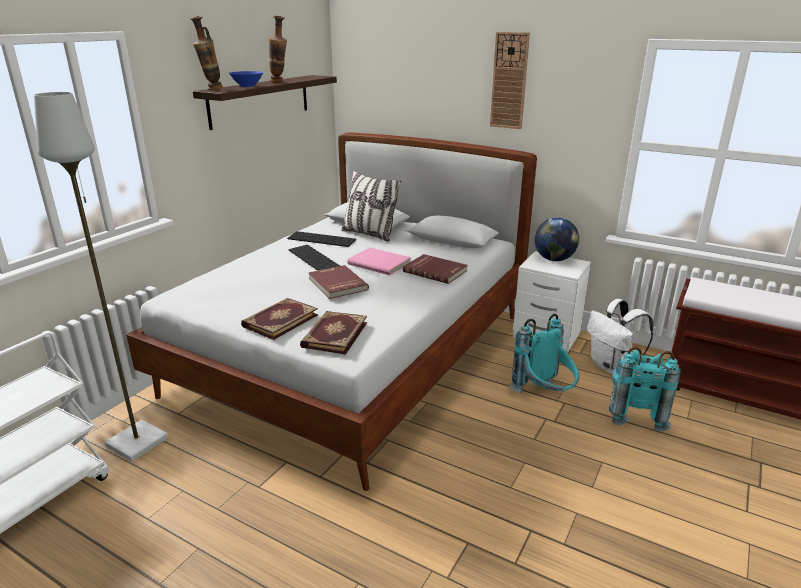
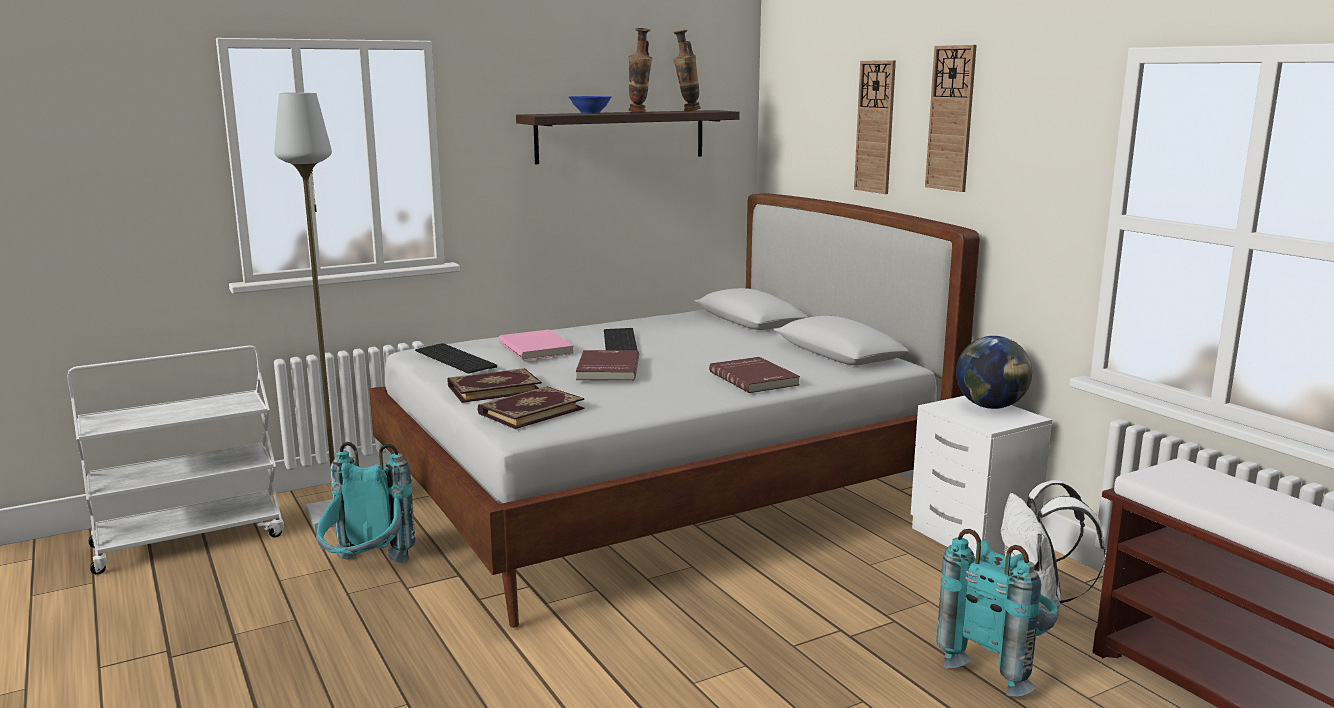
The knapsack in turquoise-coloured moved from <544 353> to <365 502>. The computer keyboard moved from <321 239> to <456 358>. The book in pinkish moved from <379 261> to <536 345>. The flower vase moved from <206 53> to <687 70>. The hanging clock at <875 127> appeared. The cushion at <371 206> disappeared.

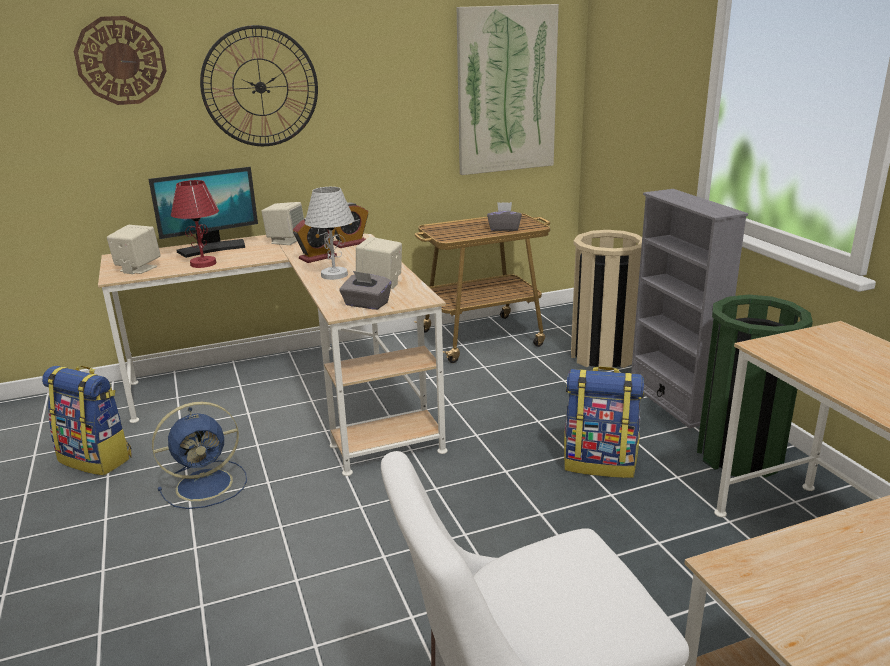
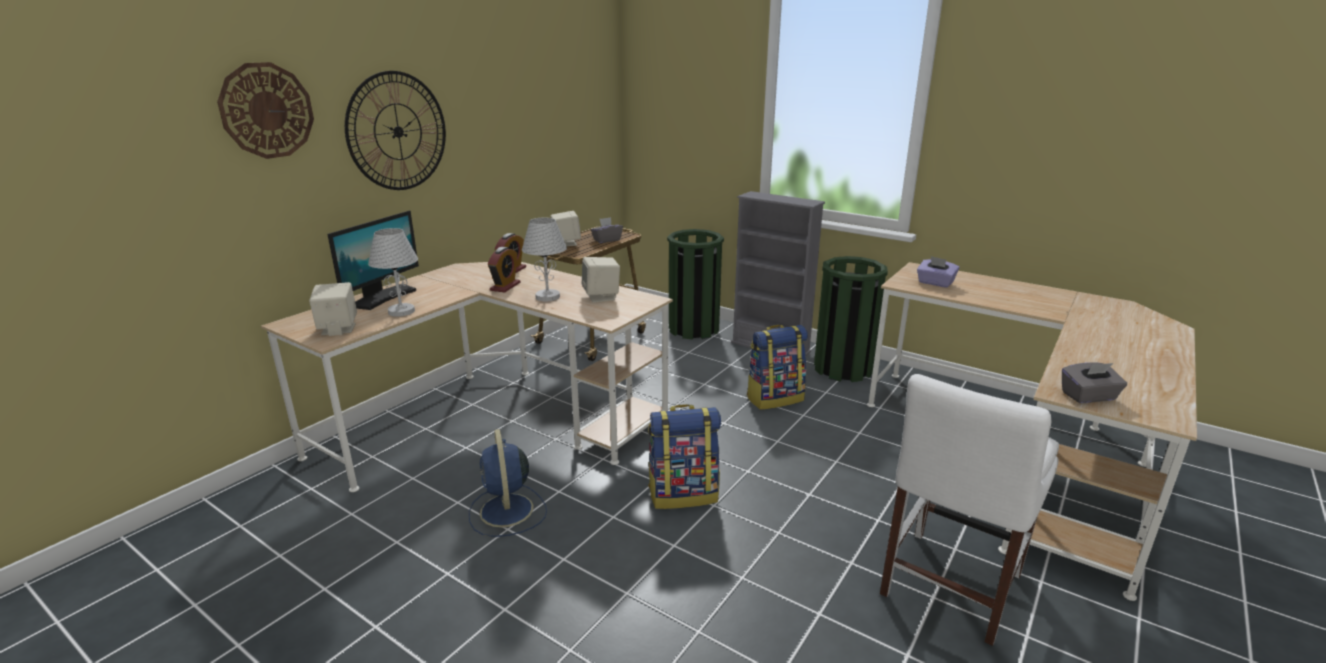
The tabletop lamp in reddish at <195 224> became the tabletop lamp in white at <393 272>. The cooling fan in blue at <199 455> turned 135 degrees clockwise. The loudspeaker in sand-coloured moved from <282 223> to <565 228>. The knapsack moved from <87 420> to <684 456>. The rubbish bin in sand-coloured at <606 300> became the rubbish bin in green-coloured at <695 284>. The tissue holder in purple at <938 272> appeared. The tissue holder in gray moved from <365 290> to <1094 382>. The picture at <508 89> disappeared.

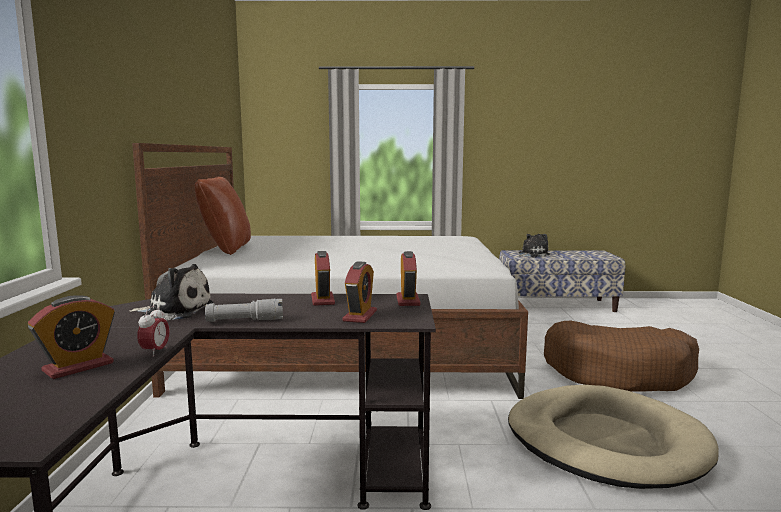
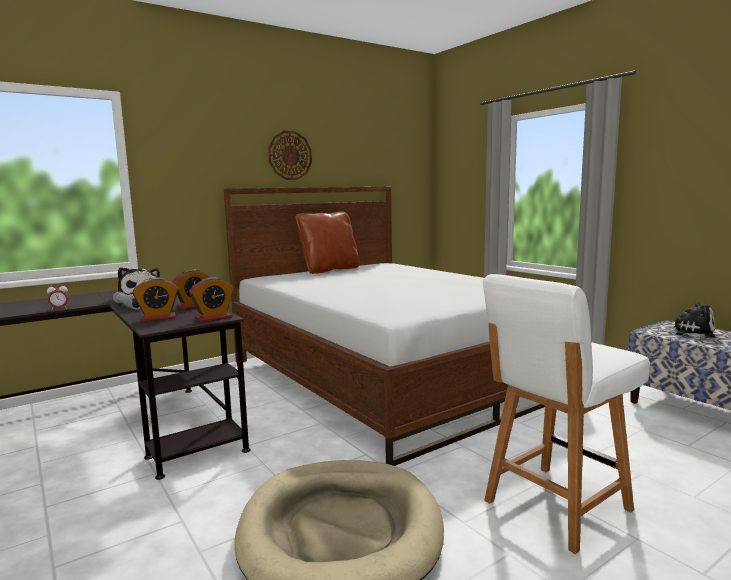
The hanging clock at <290 155> appeared. The dog cushion in brown at <621 356> was replaced by the upright chair in white at <566 414>. The bedside clock at <71 337> disappeared.

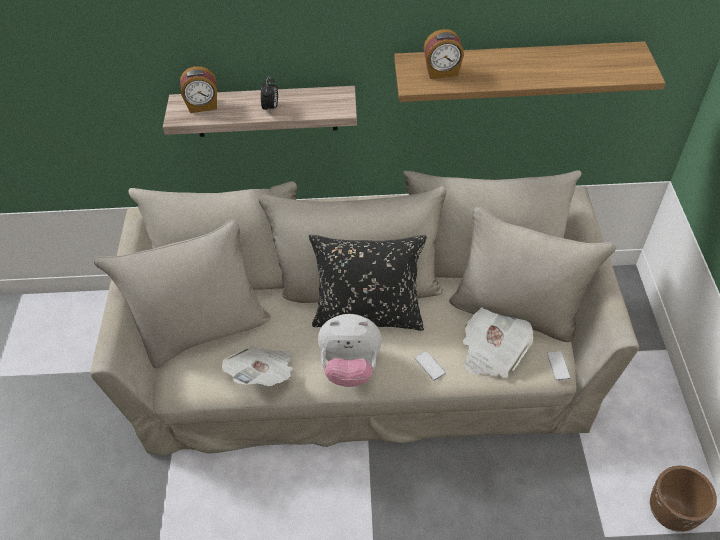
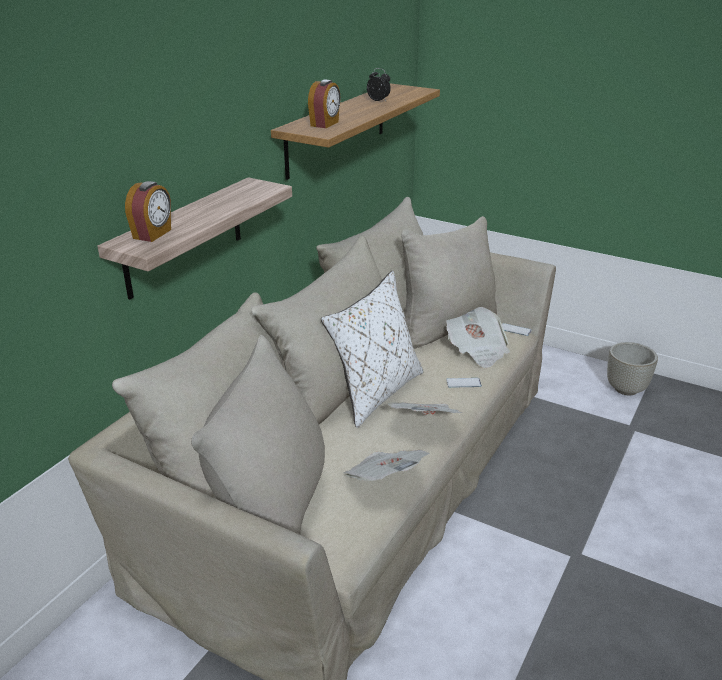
The cushion in blackish at <368 283> became the cushion in white at <372 349>. The bedside clock moved from <269 93> to <379 84>. The soft toy at <350 350> was replaced by the printed paper at <424 408>. The planter in brown at <683 499> became the planter in gray at <632 368>.

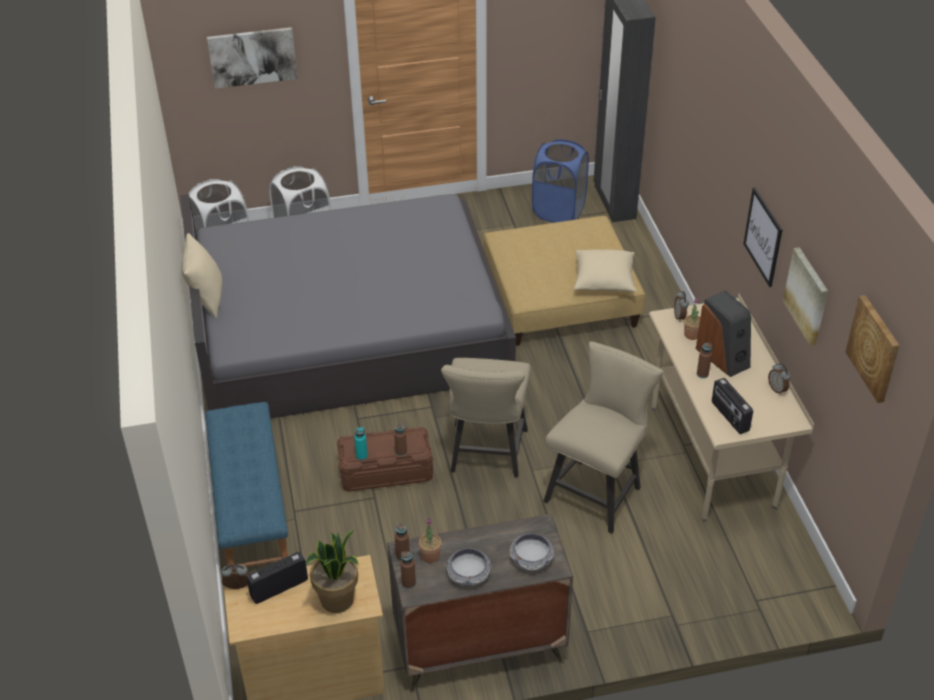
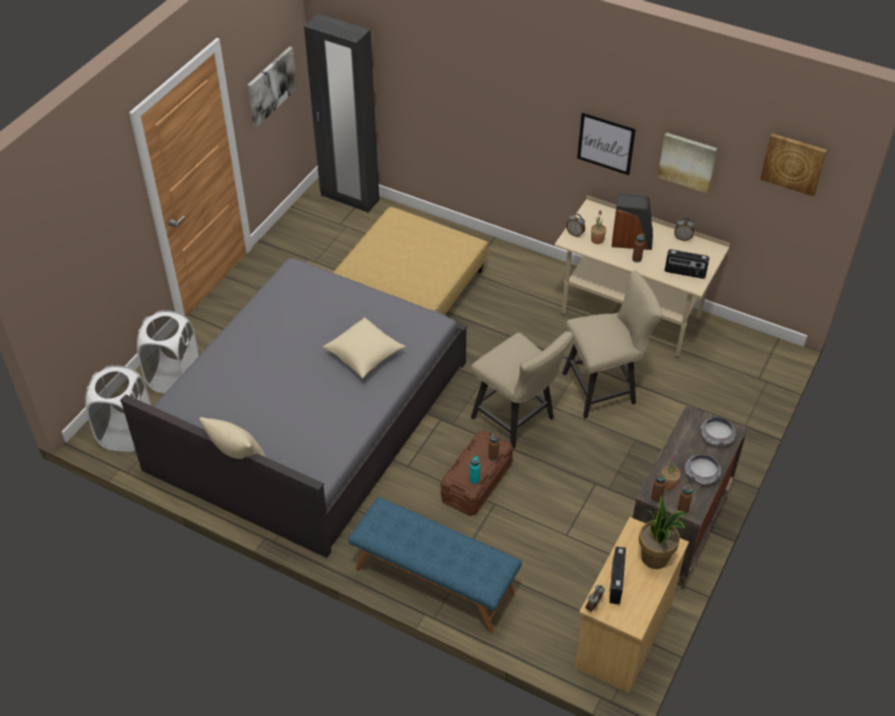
The picture moved from <252 58> to <272 86>. The cushion in sand-coloured moved from <605 270> to <364 348>. The upright chair in sand-coloured at <603 437> turned 90 degrees clockwise. The washing basket in blue at <560 181> disappeared.

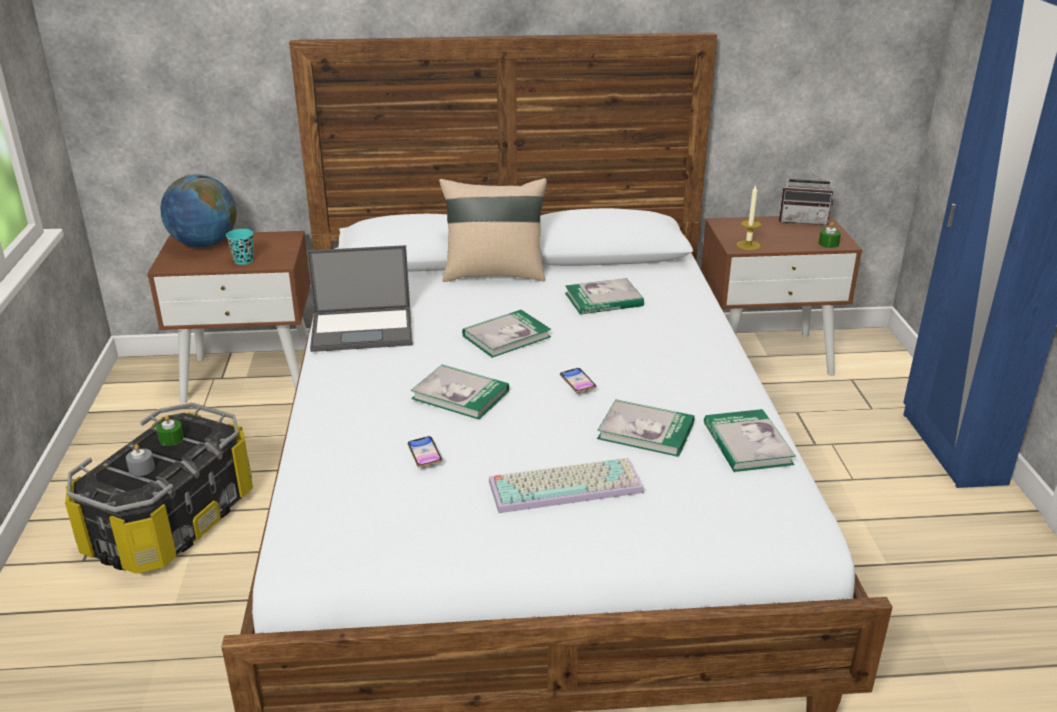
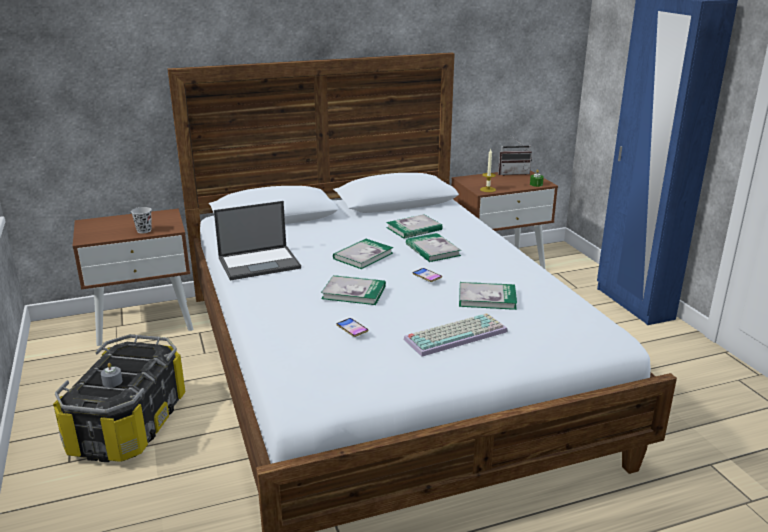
The cup in turquoise-coloured at <240 247> became the cup in blackish at <141 220>. The book moved from <750 440> to <433 247>. The wax light in green-coloured at <170 430> disappeared. The world globe at <198 211> disappeared. The cushion in sand-coloured at <493 230> disappeared.

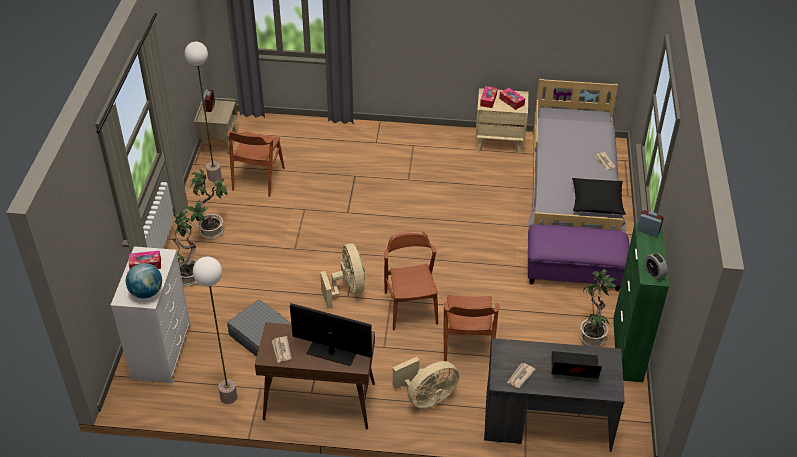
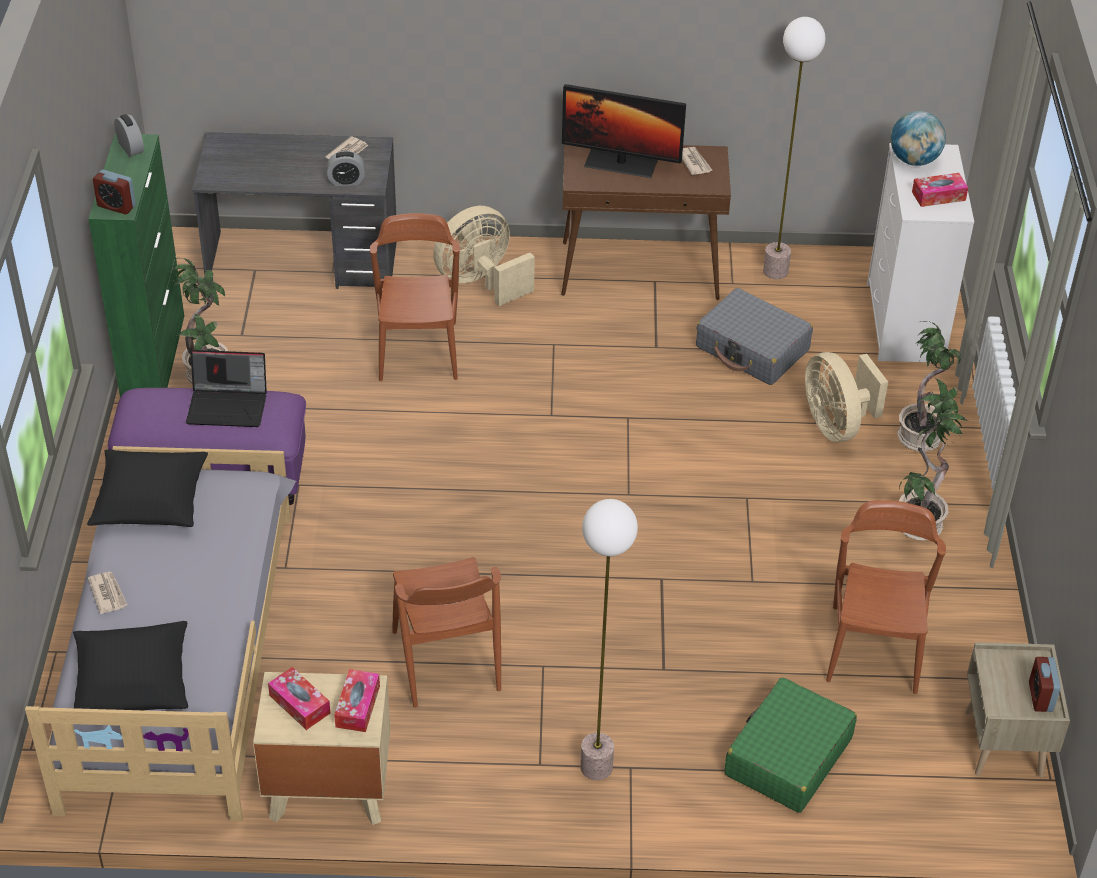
The cushion in blackish at <130 665> appeared. The portable computer moved from <577 364> to <226 388>. The bedside clock at <346 168> appeared. The upright chair in brown moved from <411 280> to <446 632>. The floor lamp moved from <203 112> to <609 639>. The piece of luggage in green-coloured at <791 745> appeared. The cooling fan in sand-coloured moved from <343 275> to <846 397>.

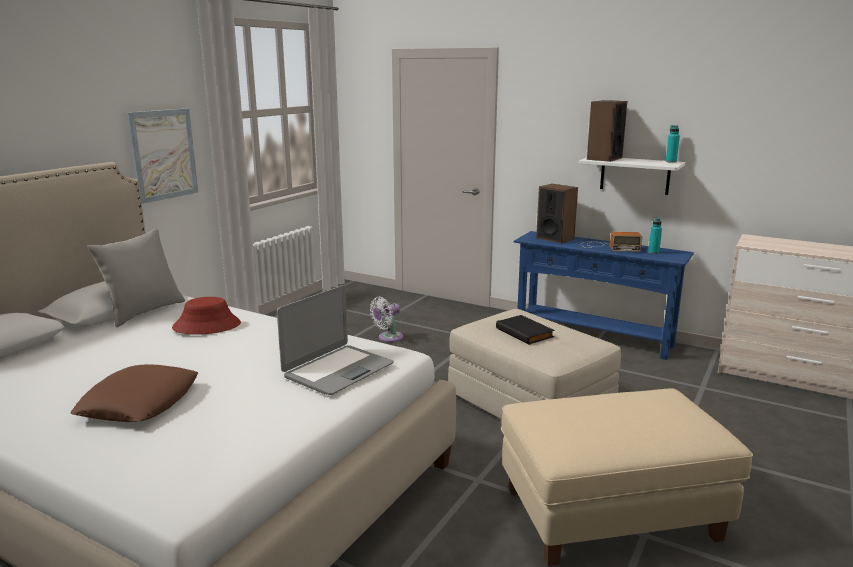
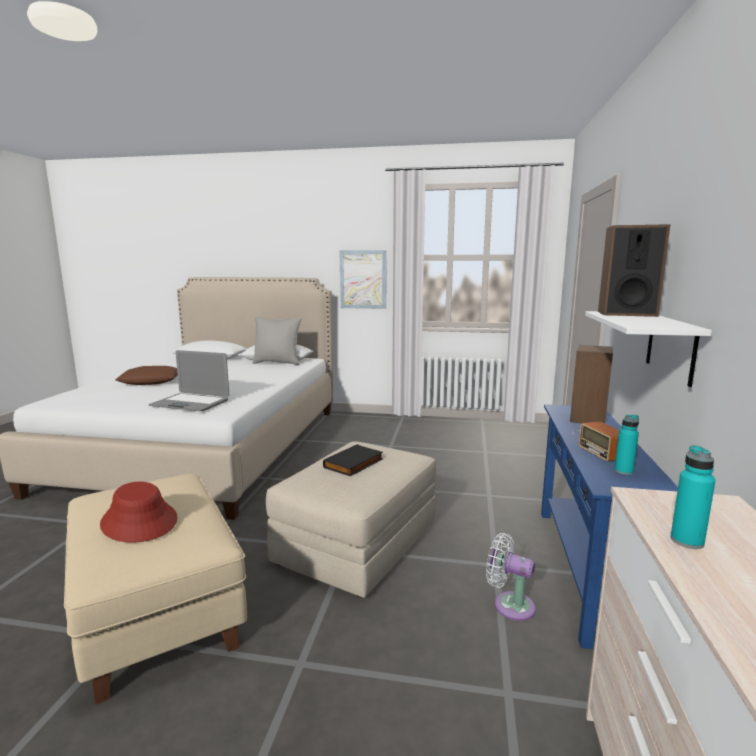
The hat in reddish moved from <206 316> to <139 512>. The cooling fan in white moved from <386 319> to <511 577>. The bottle in turquoise-coloured moved from <673 144> to <692 497>.

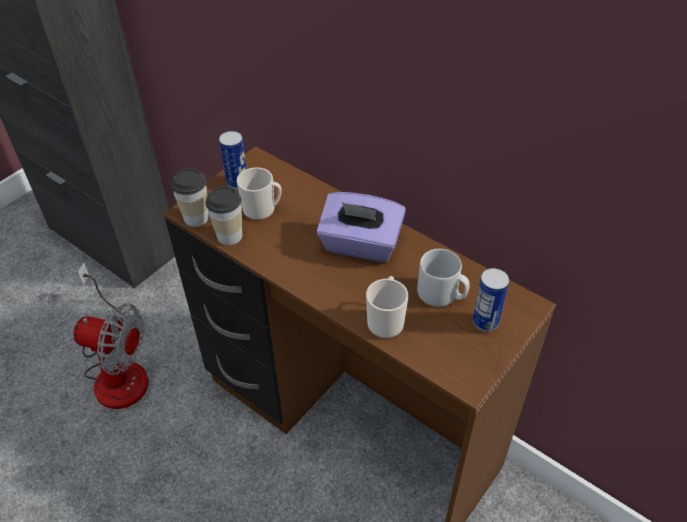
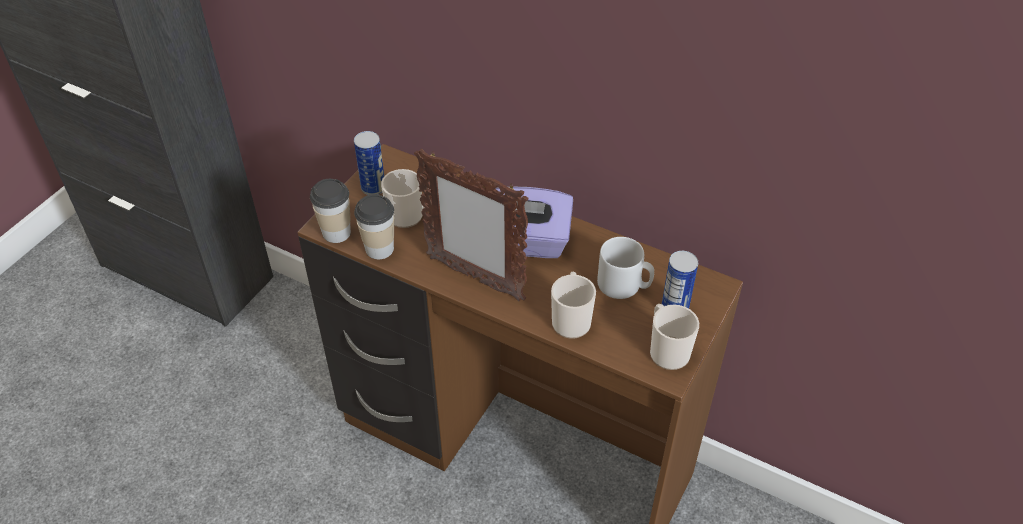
The standing frame at <471 224> appeared. The mug at <674 337> appeared. The cooling fan at <111 336> disappeared.

